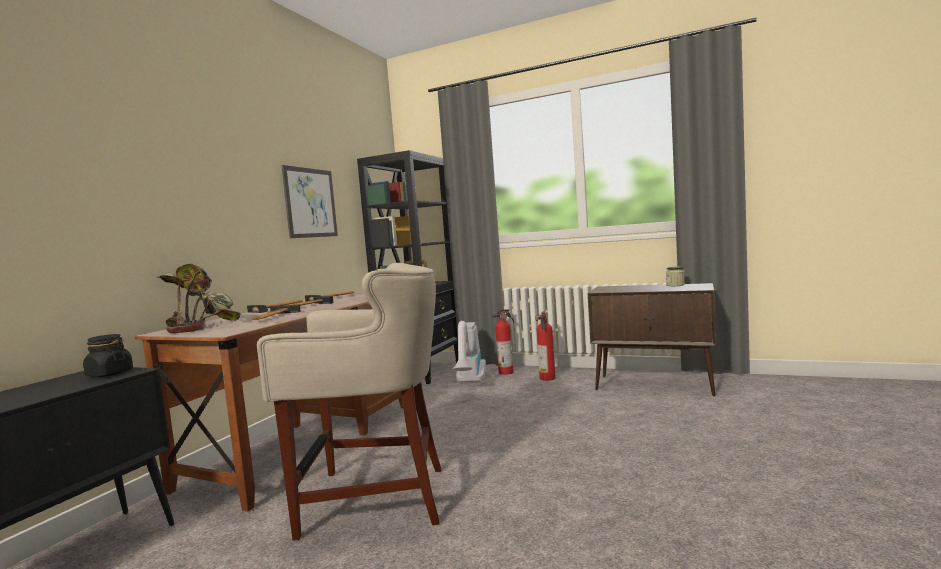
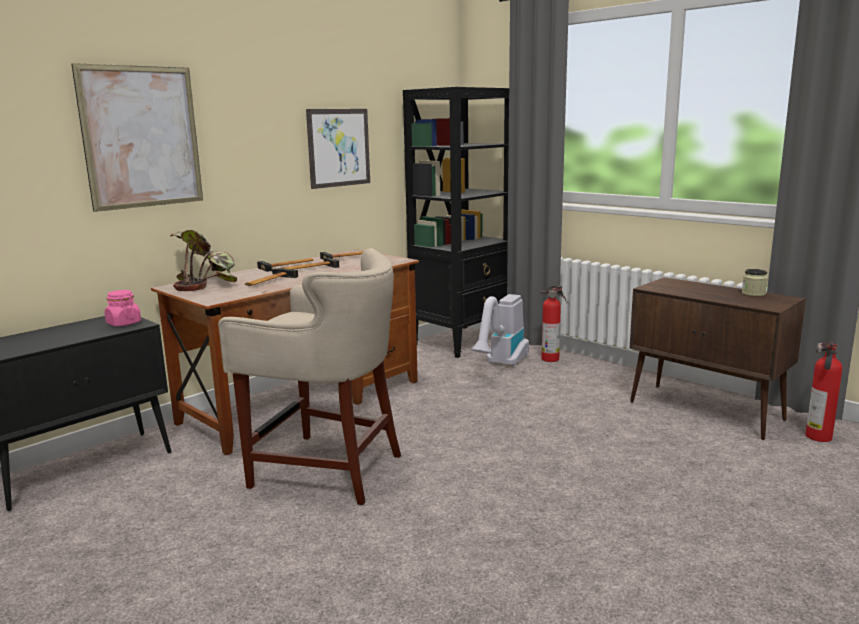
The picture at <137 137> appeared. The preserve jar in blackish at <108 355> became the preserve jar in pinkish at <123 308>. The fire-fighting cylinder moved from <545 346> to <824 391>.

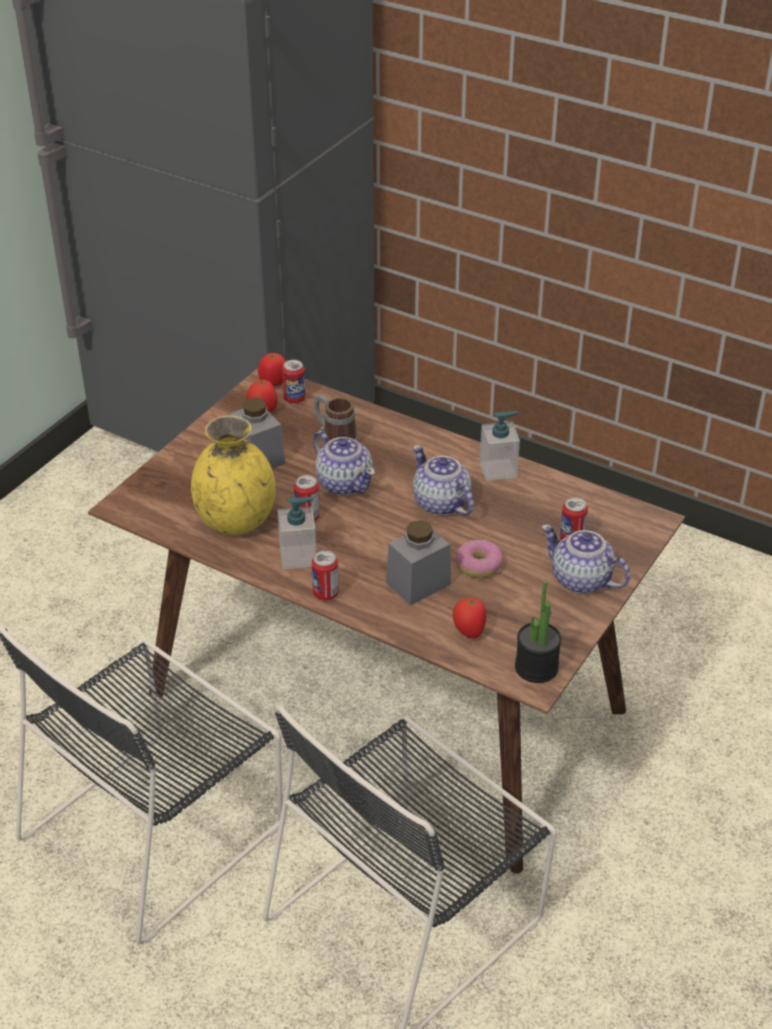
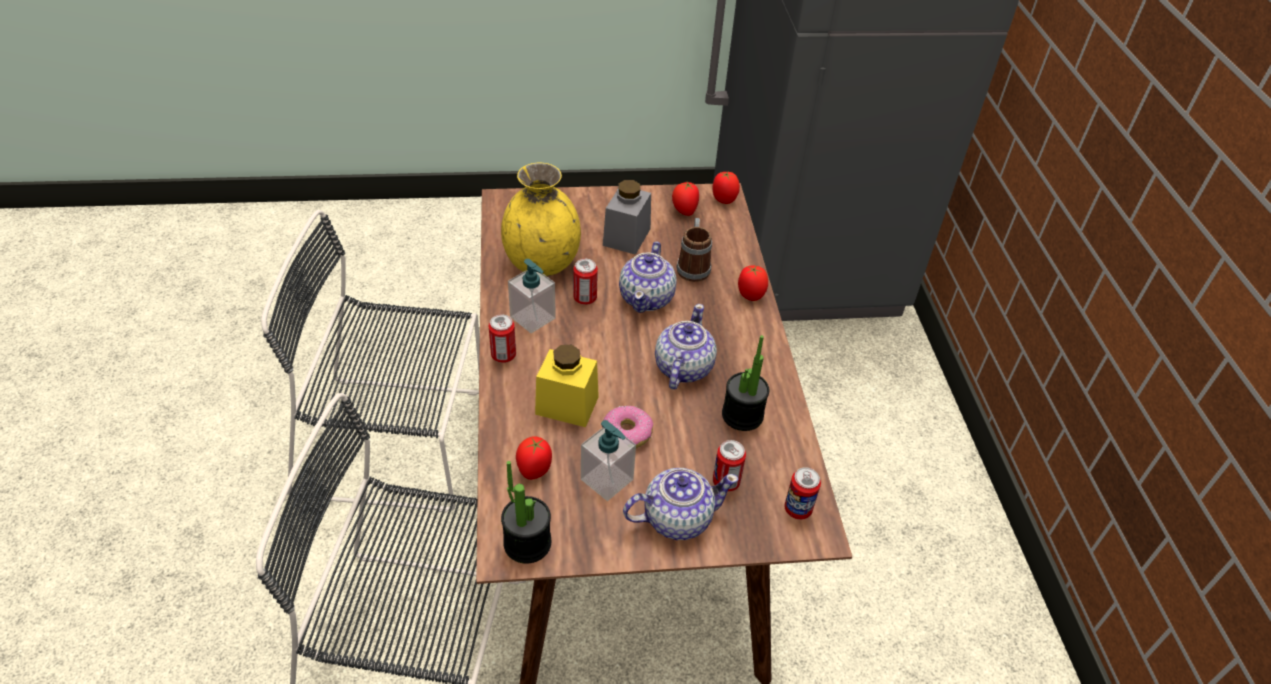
The preserve jar in gray at <418 563> became the preserve jar in yellow at <567 386>. The liquid soap bottle moved from <500 446> to <608 460>. The tea pot at <586 559> turned 75 degrees clockwise. The plant in a pot at <745 383> appeared. The tomato at <753 283> appeared. The can moved from <294 382> to <802 493>.

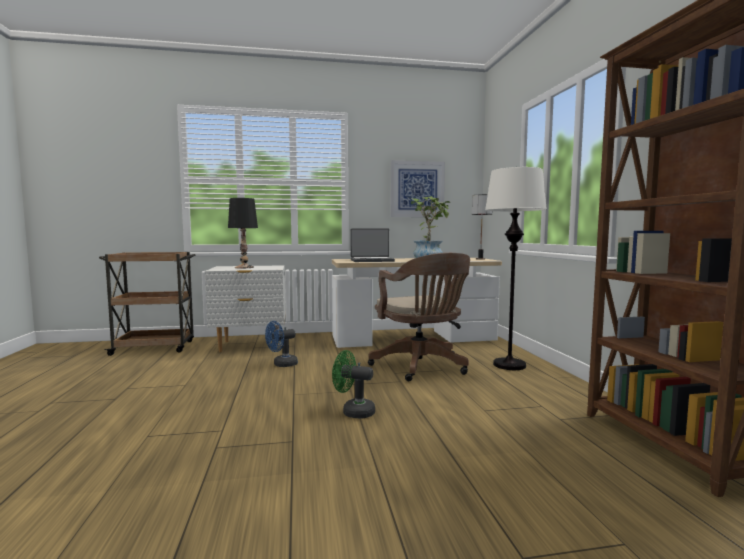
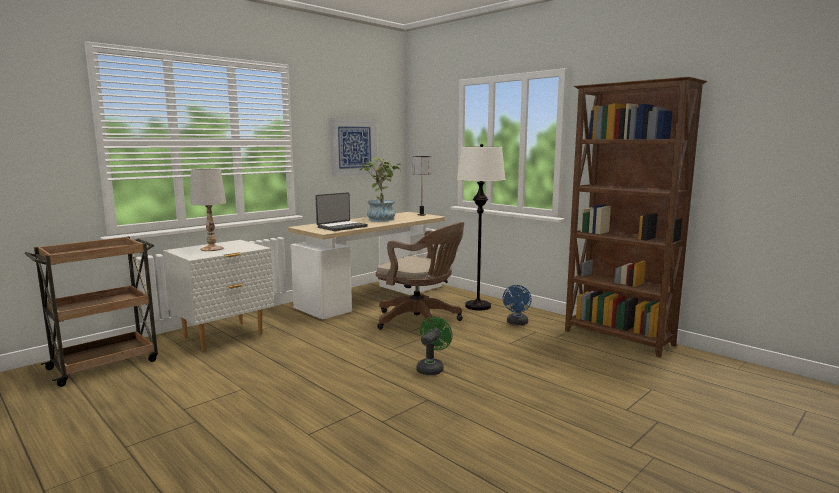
The tabletop lamp in blackish at <243 233> became the tabletop lamp in white at <208 210>. The cooling fan in green-coloured at <353 384> turned 135 degrees clockwise. The cooling fan in blue moved from <281 344> to <517 305>.

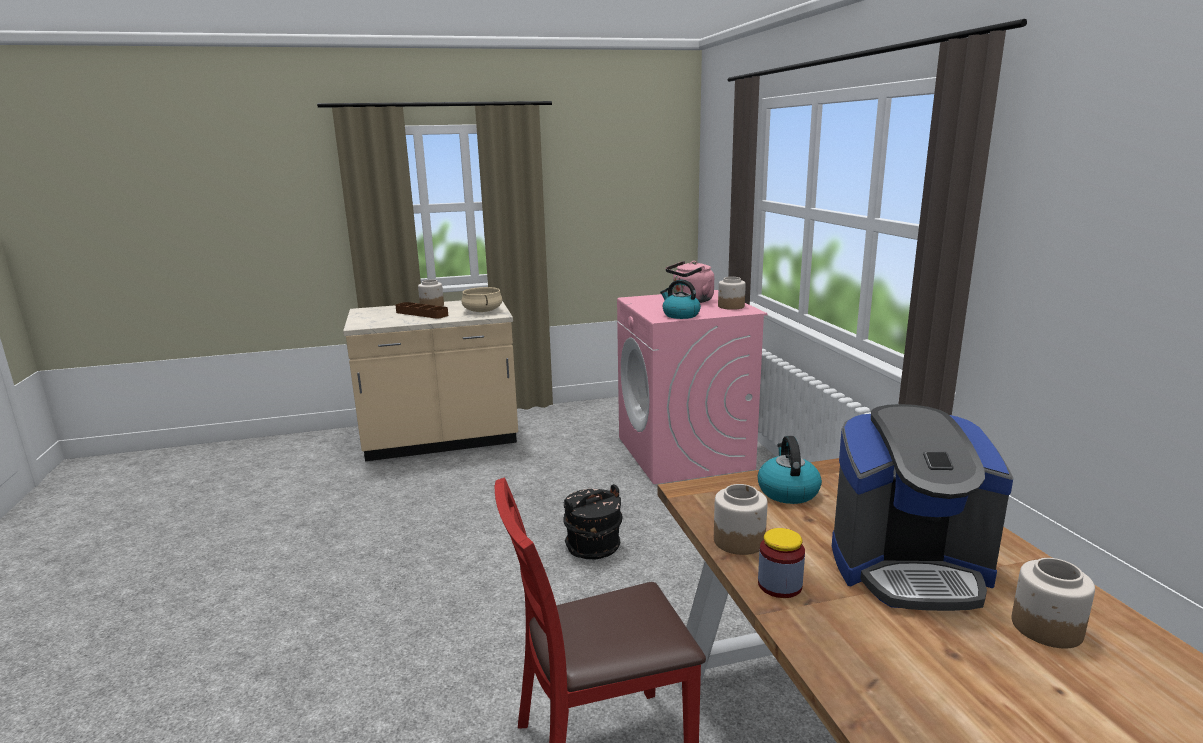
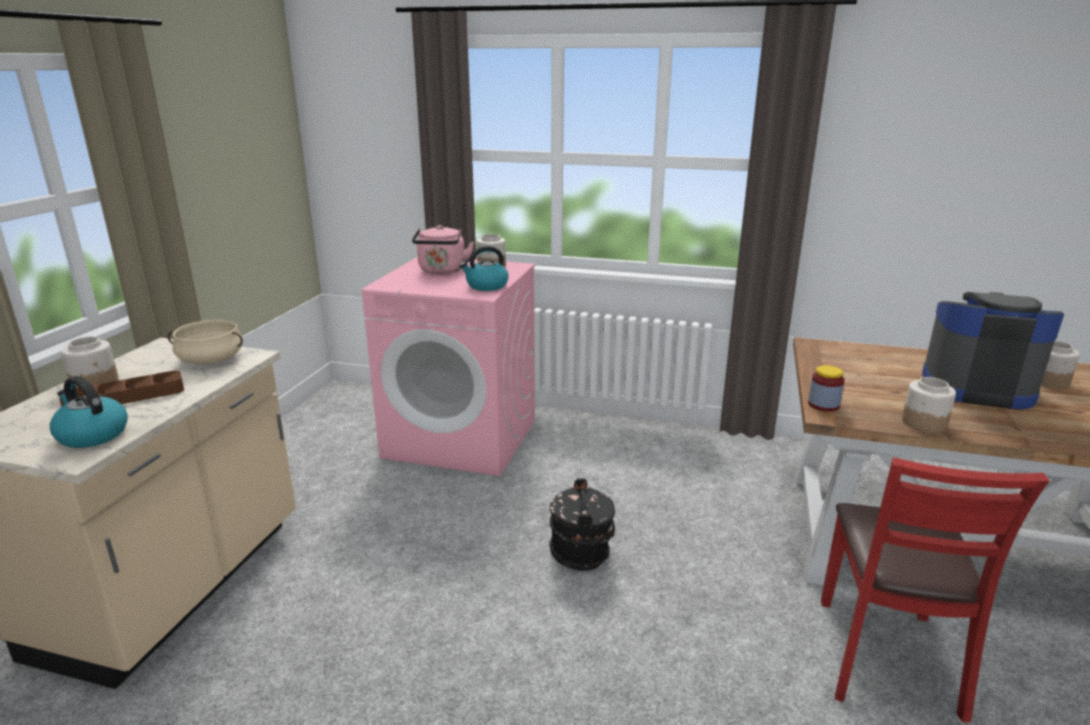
The water kettle moved from <790 470> to <89 412>. The preserve jar moved from <781 563> to <826 388>. The coffee brewer at <922 507> turned 105 degrees counterclockwise.

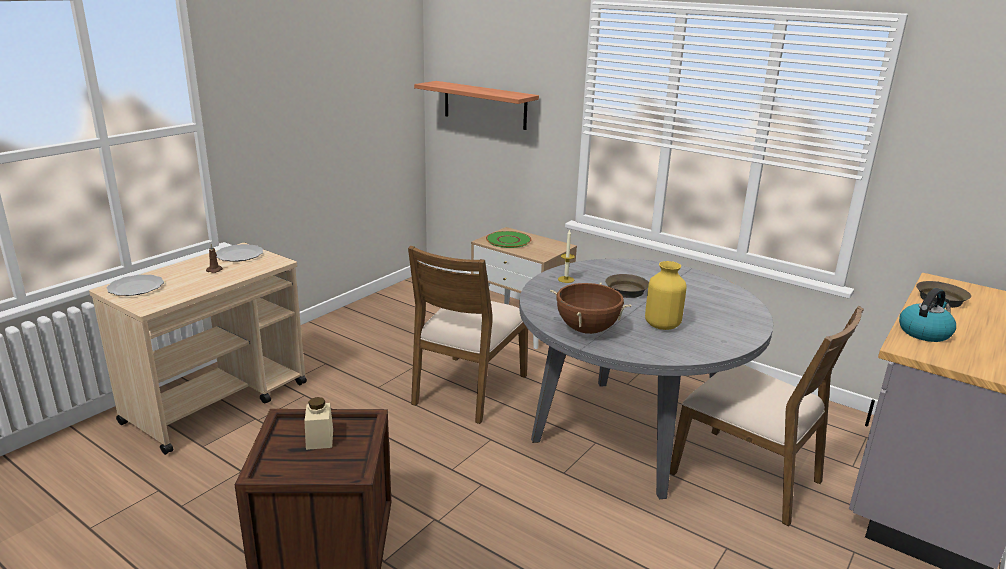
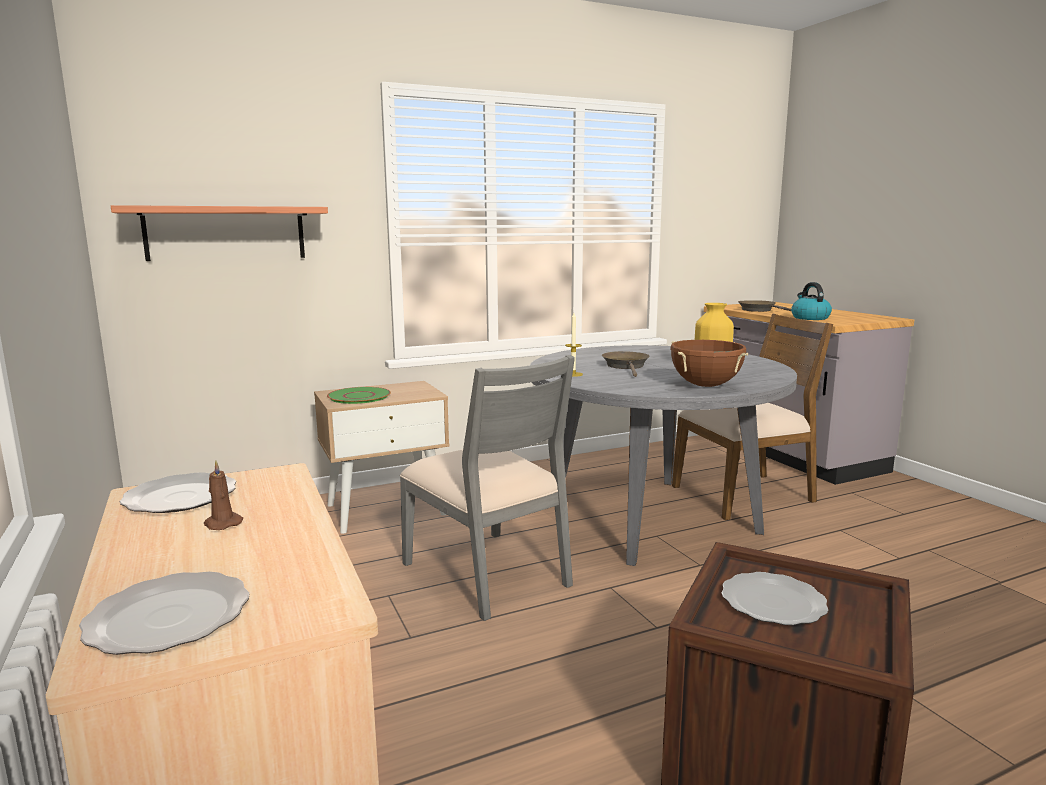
The upright chair in brown at <468 335> became the upright chair in gray at <487 488>. The preserve jar in sand-coloured at <318 423> was replaced by the flat dish at <774 598>.

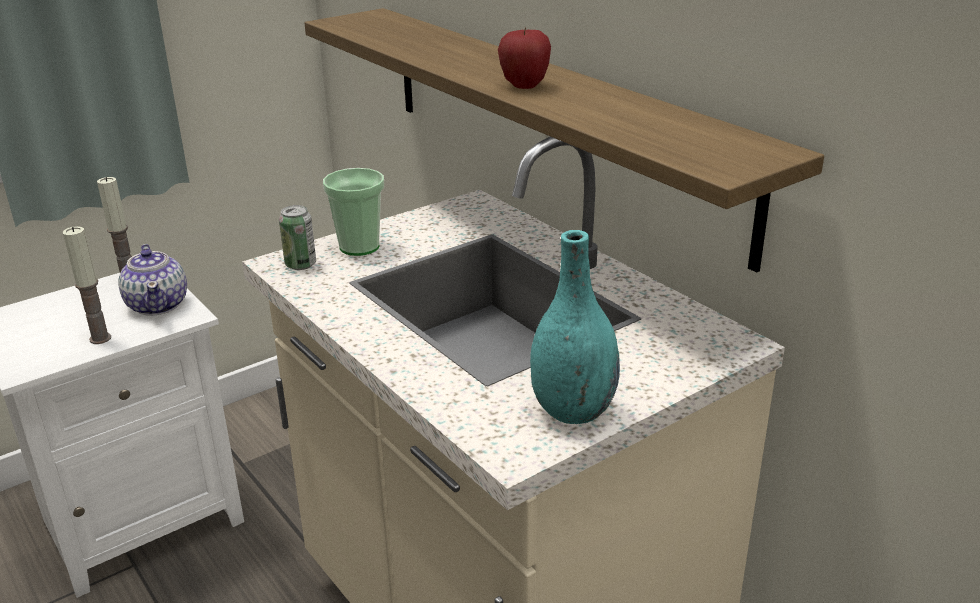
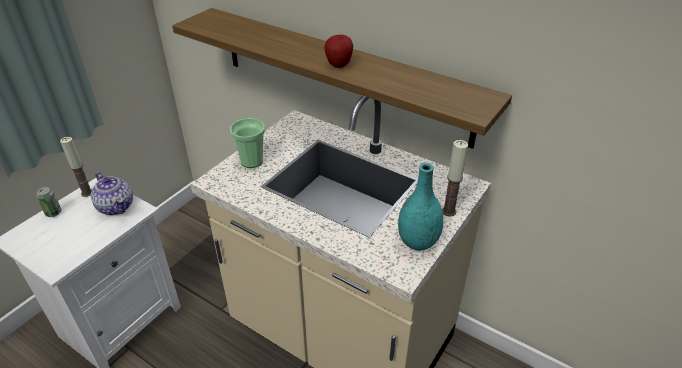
The can moved from <297 237> to <49 202>. The wax light moved from <87 285> to <455 178>.

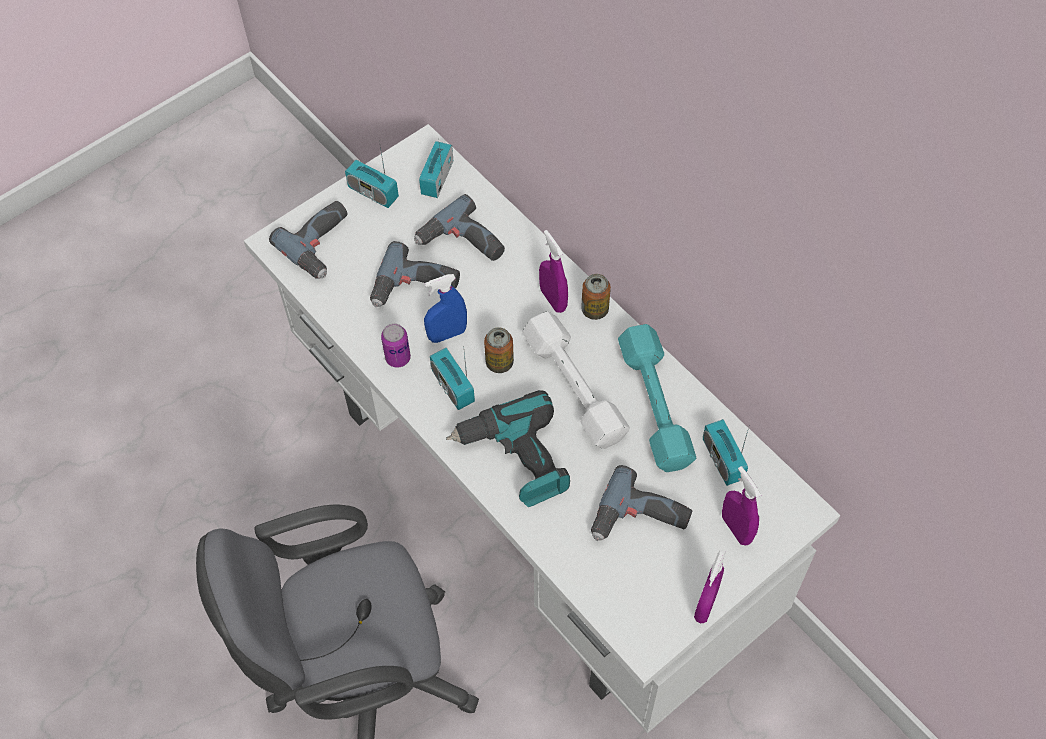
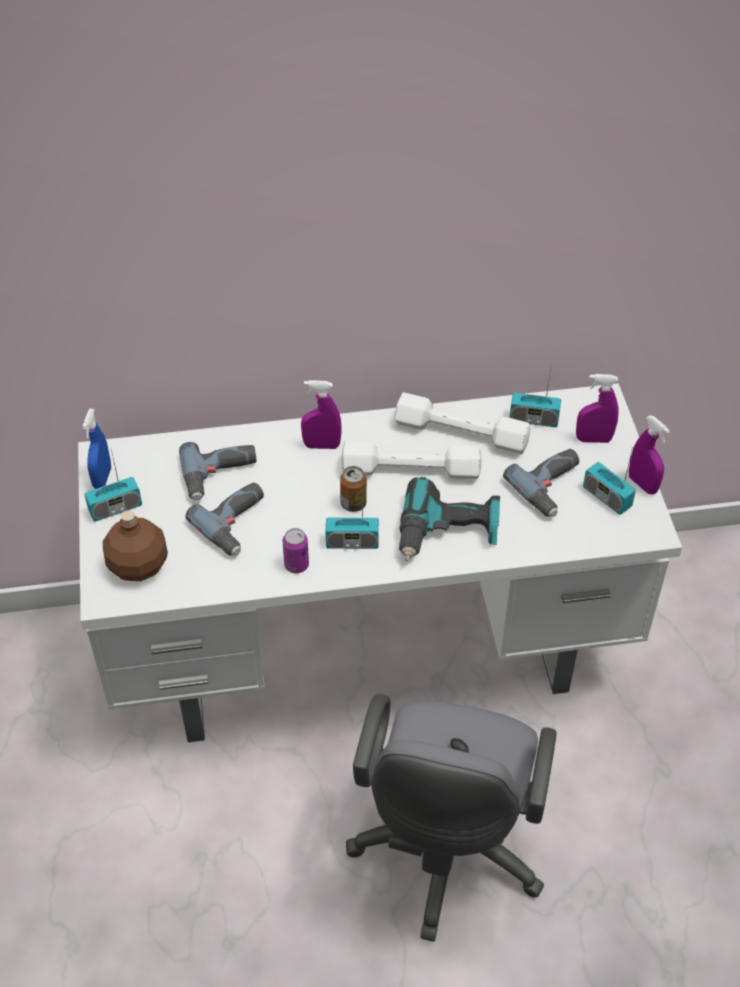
The sprayer in blue moved from <445 308> to <96 449>. The electric drill at <308 240> was replaced by the bottle in brown at <135 545>. The hand weight in turquoise-coloured at <657 398> became the hand weight in white at <462 423>. The radio moved from <436 168> to <609 482>. The can at <596 297> disappeared.

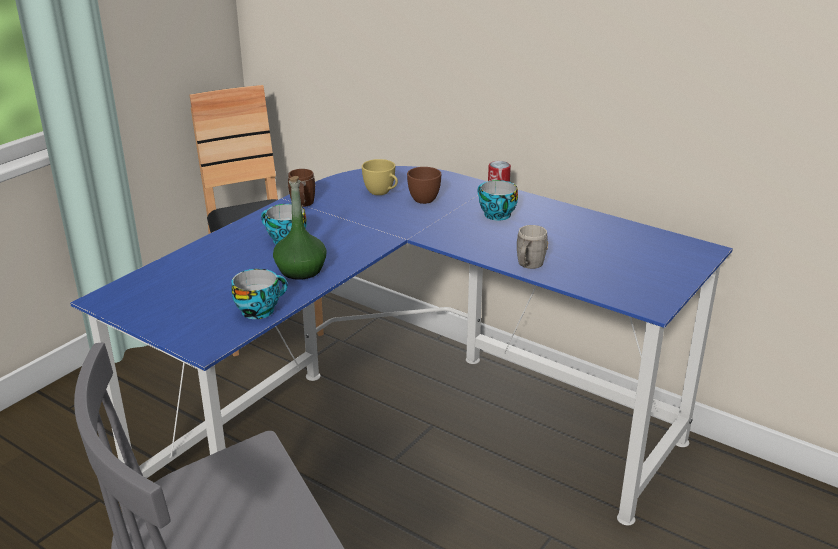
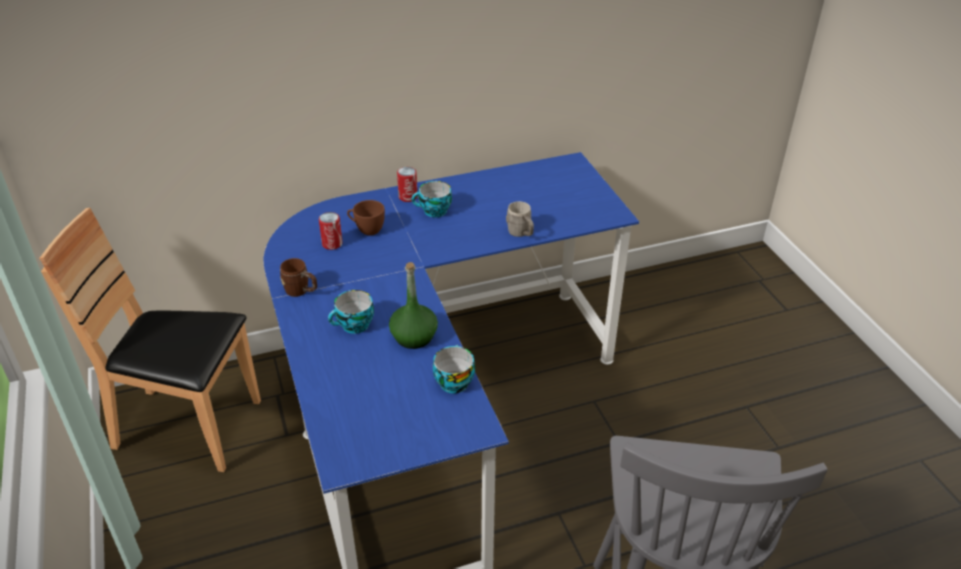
The cup in yellow at <380 177> was replaced by the can at <331 231>.

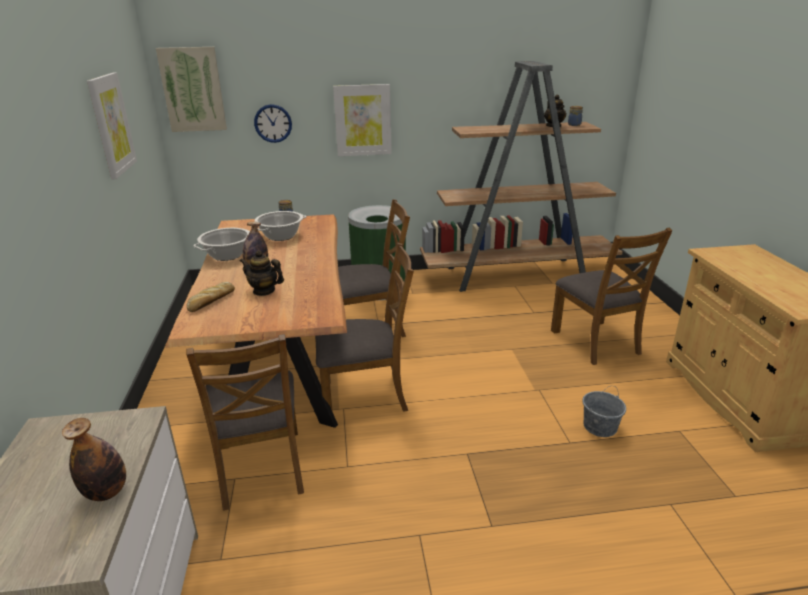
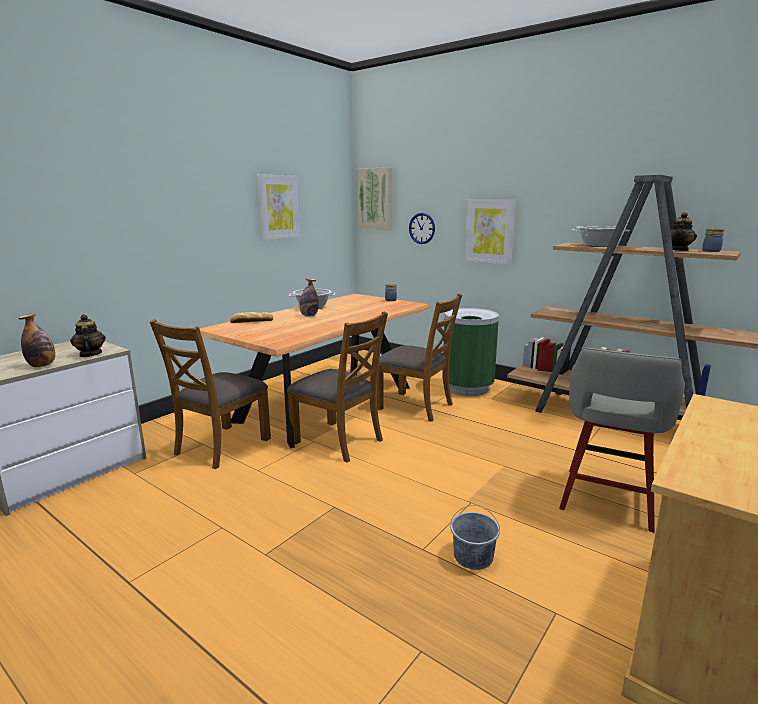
The tea pot moved from <262 273> to <88 335>. The upright chair in brown at <611 296> was replaced by the stool in gray at <622 440>. The saucepot moved from <278 226> to <601 236>.

